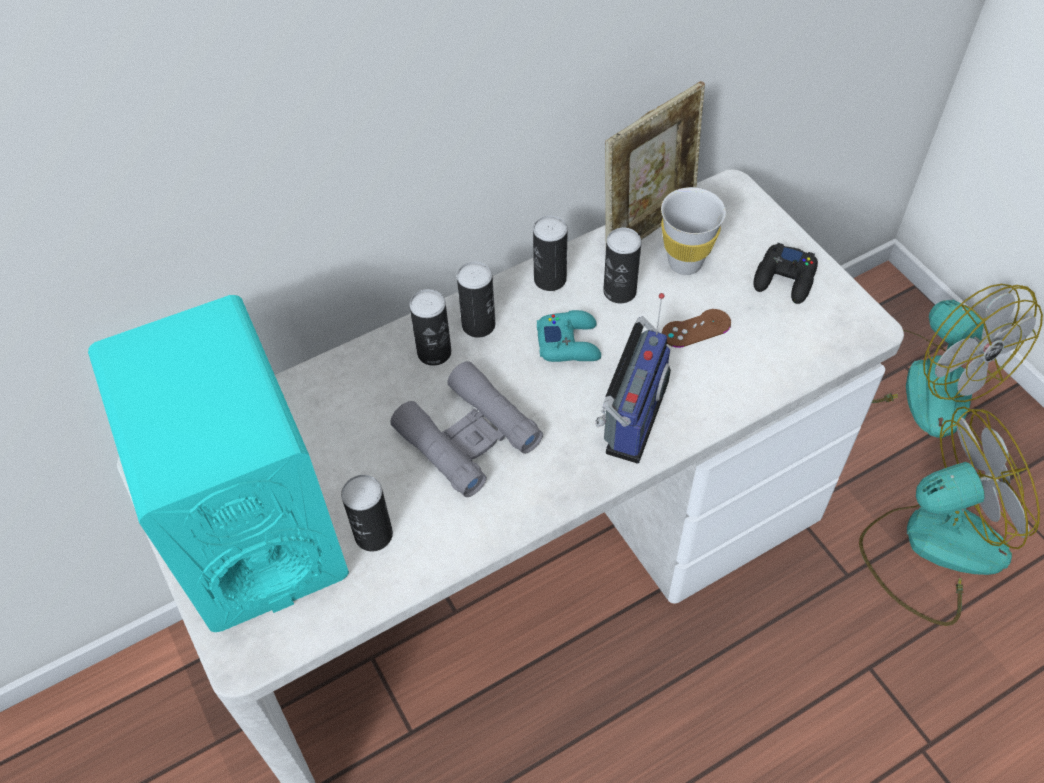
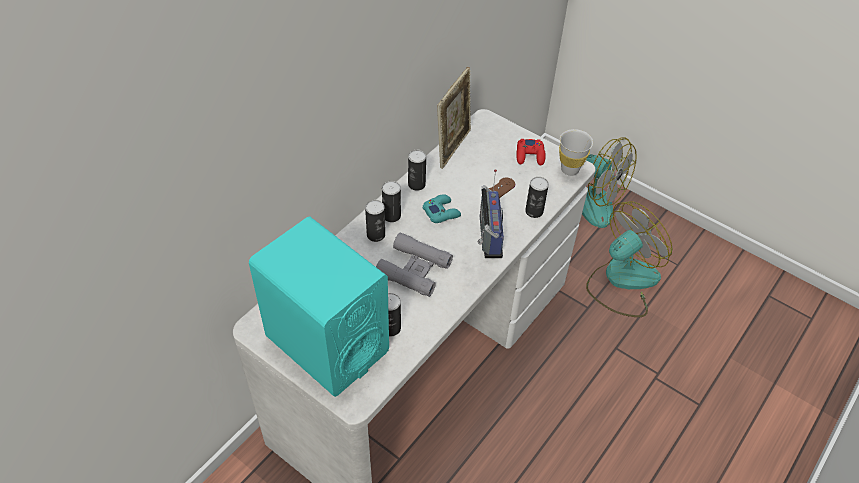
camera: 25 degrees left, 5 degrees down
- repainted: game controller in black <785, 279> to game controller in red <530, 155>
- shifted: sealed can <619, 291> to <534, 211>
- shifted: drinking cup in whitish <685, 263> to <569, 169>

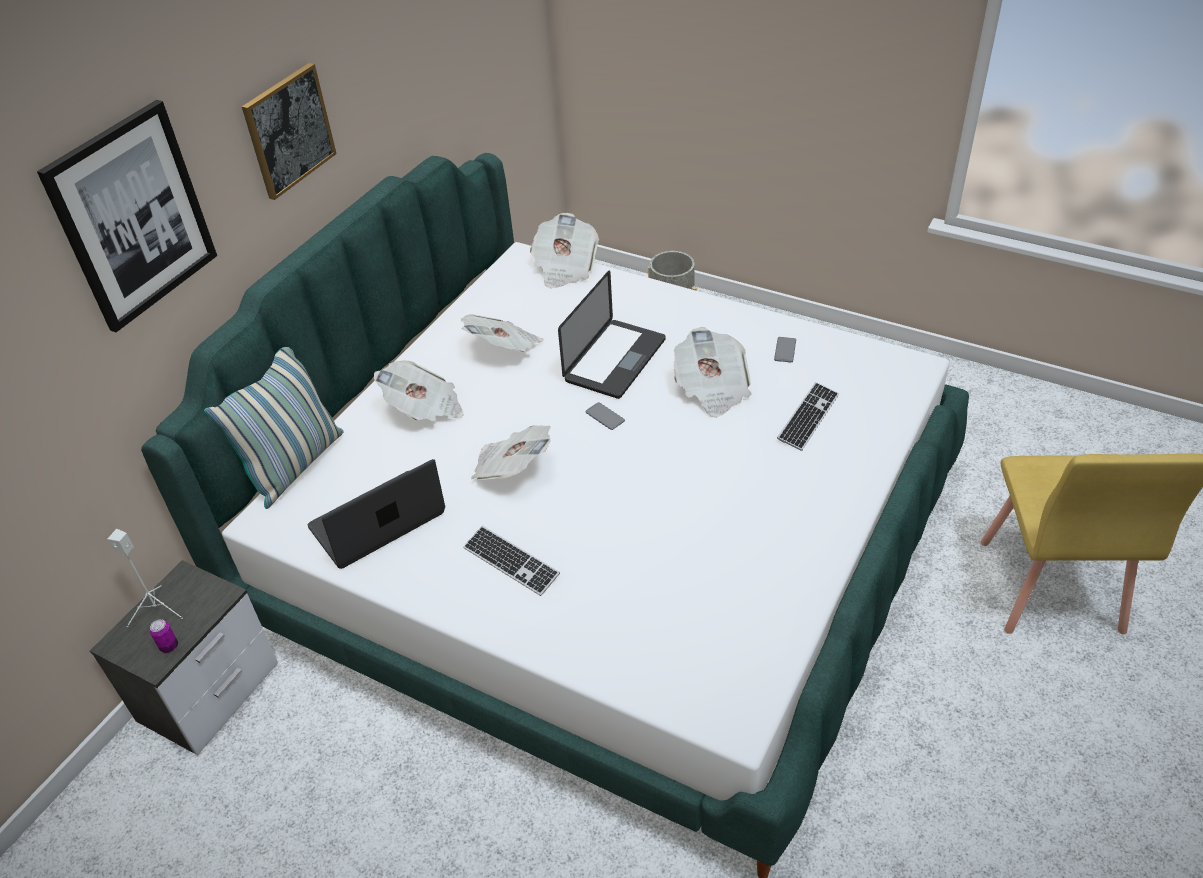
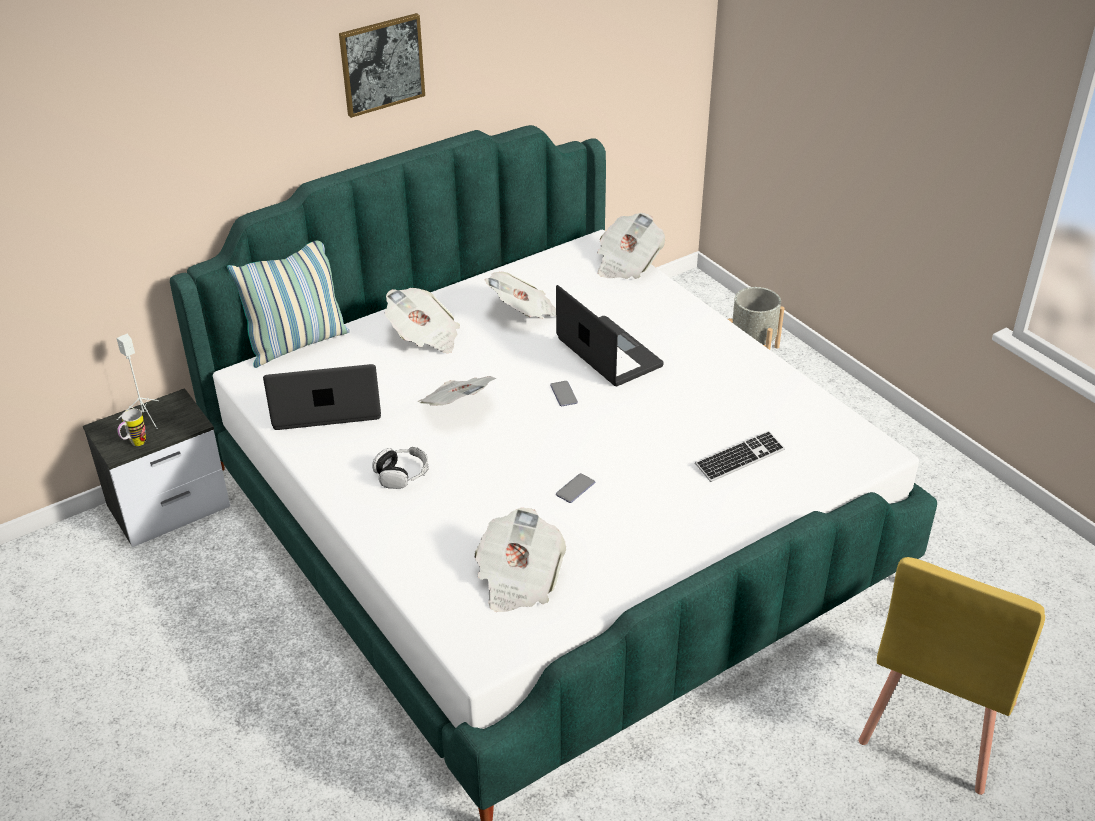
camera: 25 degrees right, 5 degrees down
- swapped: sealed can <169, 646> to mug <135, 444>
- swapped: keyboard <511, 562> to pair of headphones <402, 474>
- shifted: printed paper <712, 389> to <518, 580>
- rotated: portable computer <615, 360> = <609, 353> 90 degrees counterclockwise
- shifted: telephone <785, 350> to <575, 489>
- gone: wall picture <132, 216>

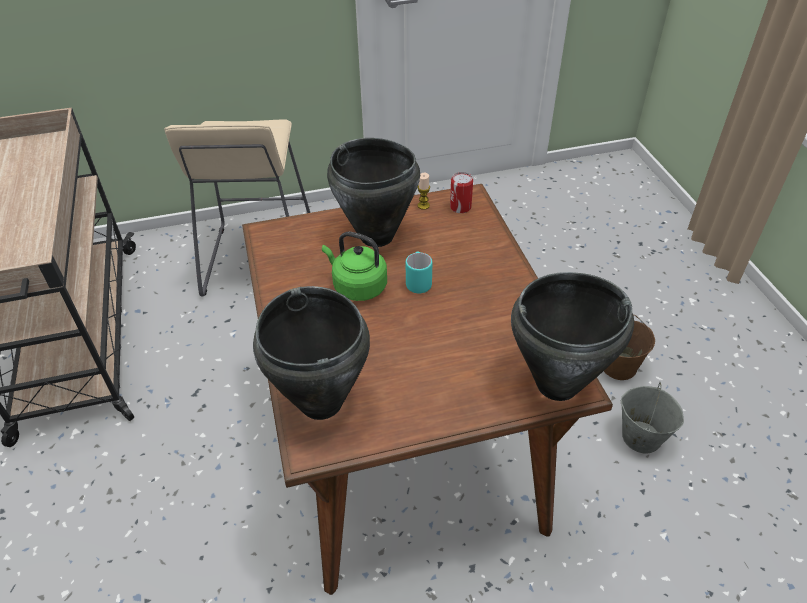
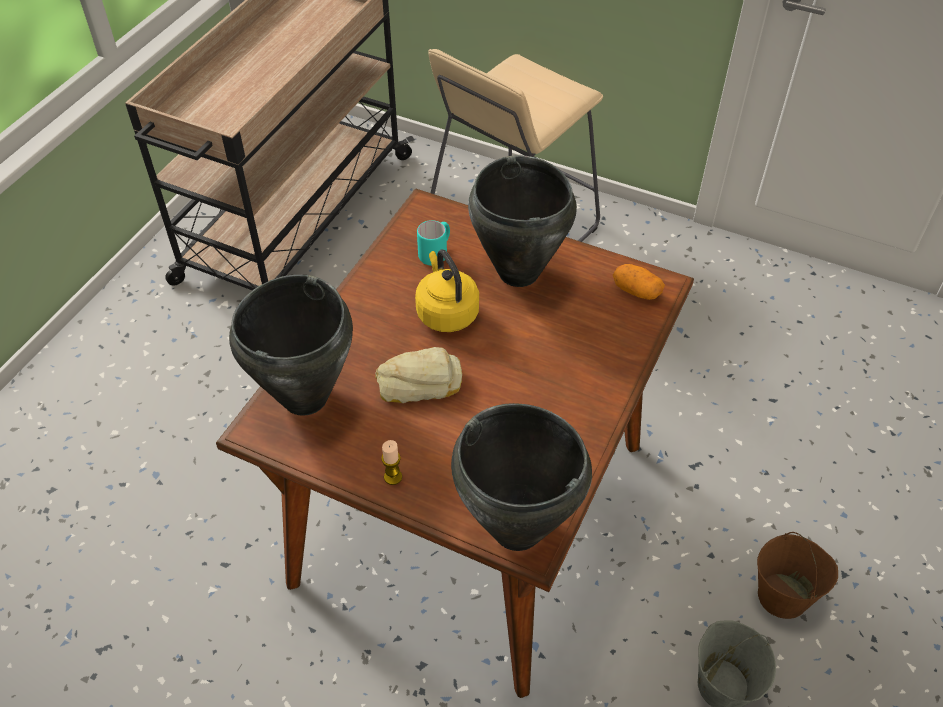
camera: 40 degrees right, 5 degrees up
- new: bakery bread <418, 381>
- shifted: wax light <423, 205> to <393, 477>
- repainted: tea kettle in green <357, 286> to tea kettle in yellowish <446, 312>
- shifted: mug in turquoise-coloured <418, 282> to <436, 254>
- swapped: sealed can <460, 207> to whole potato <636, 291>

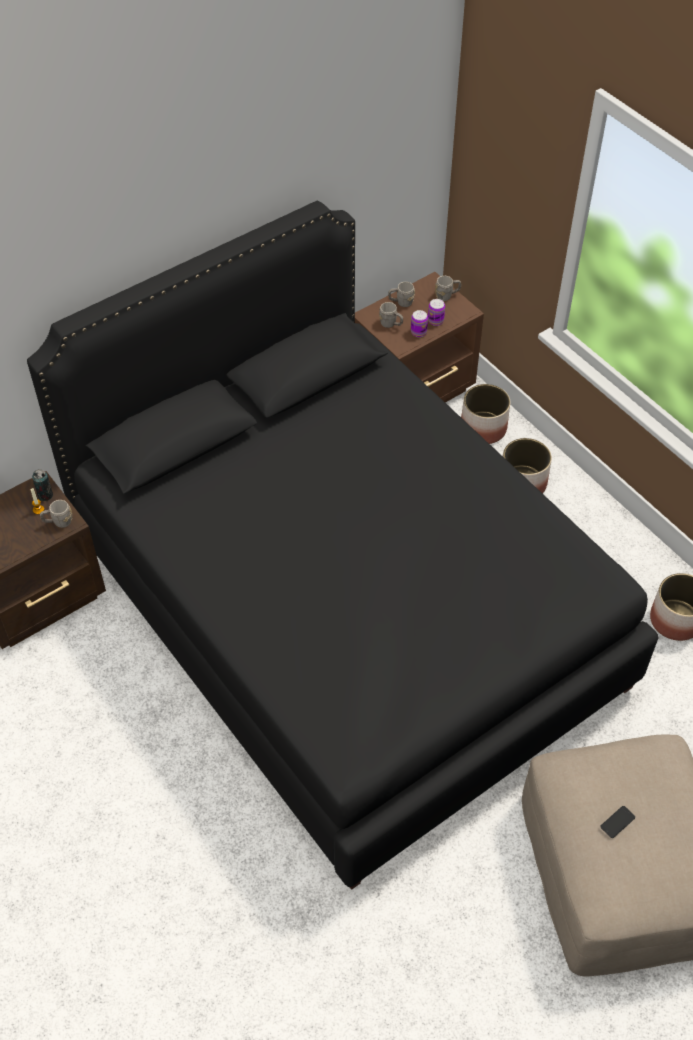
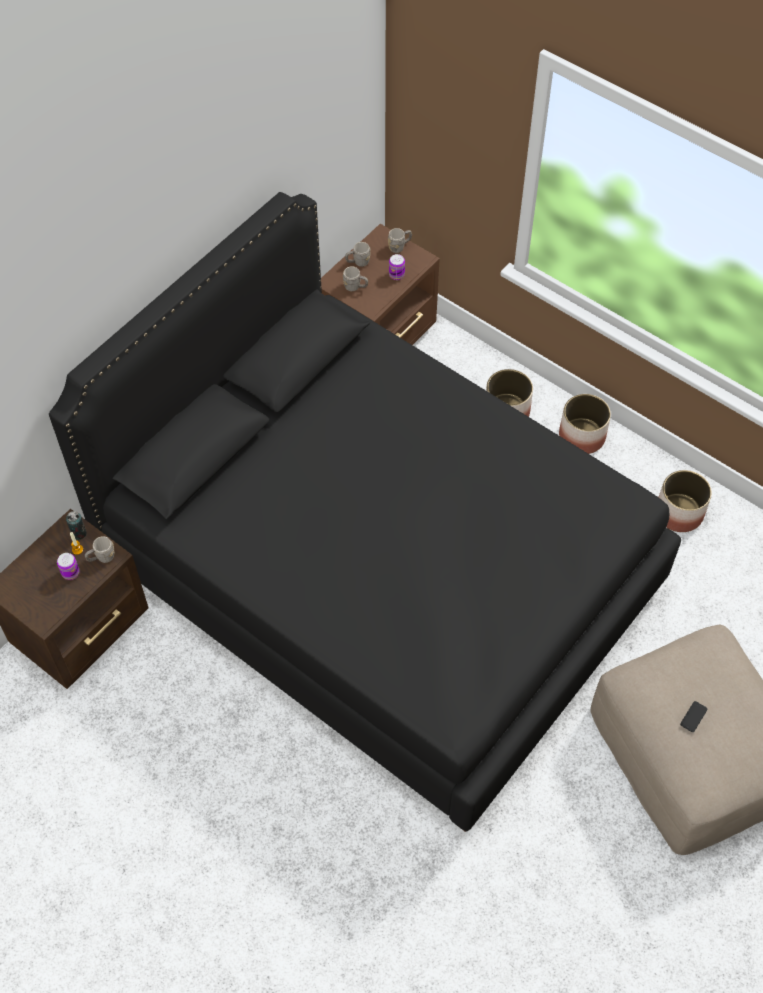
camera: 15 degrees left, 5 degrees up
- shifted: sealed can <418, 332> to <70, 572>
- shifted: planter <483, 428> to <582, 436>

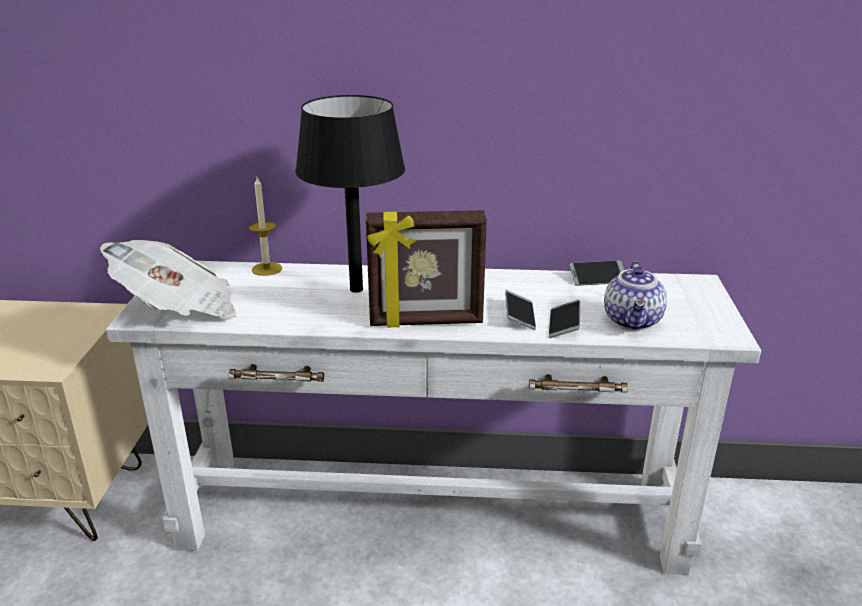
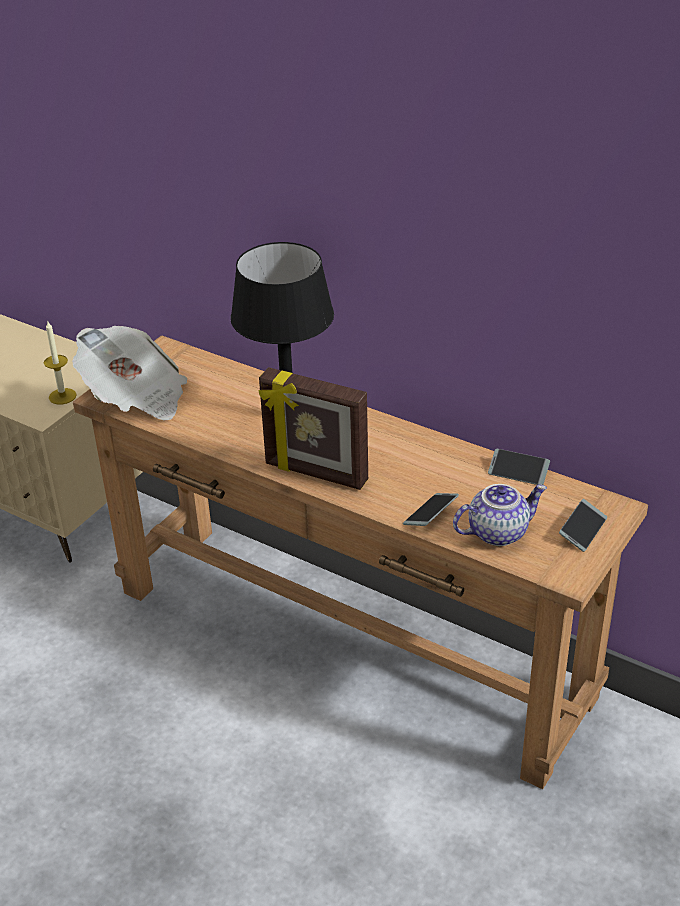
camera: 30 degrees right, 10 degrees up
- shifted: wax light <267, 269> to <62, 396>
- repainted: hall table in whitish <431, 516> to hall table in brownish <349, 643>
- rotated: pot for tea <634, 321> = <498, 532> 150 degrees counterclockwise
- shifted: telephone <519, 315> to <582, 530>

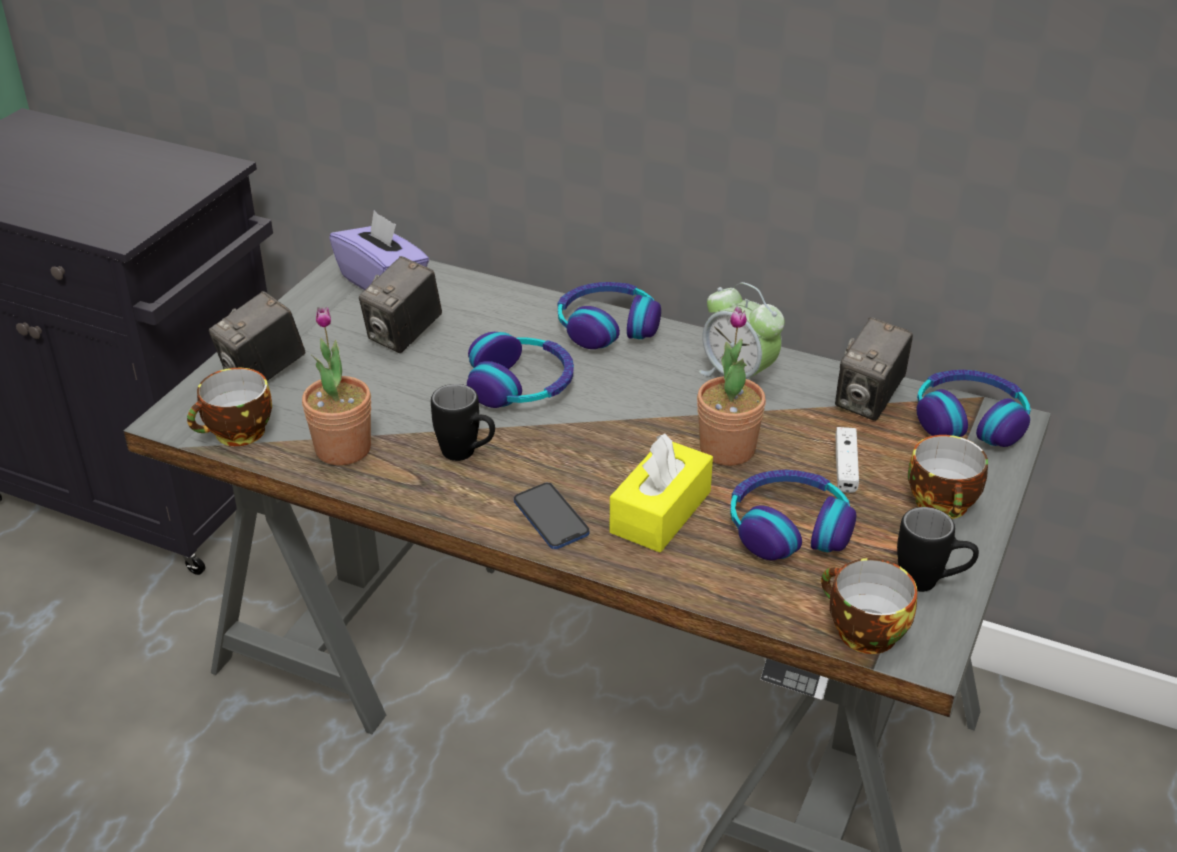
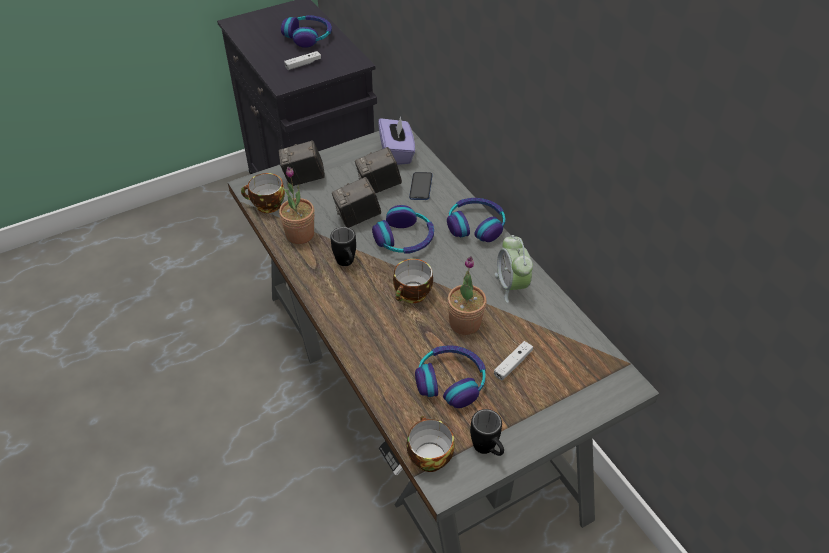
camera: 35 degrees right, 10 degrees up
- shifted: pair of headphones <969, 420> to <308, 36>
- new: game controller in whitish <303, 64>
- shifted: still camera <869, 401> to <357, 218>
- shifted: drinking cup <944, 505> to <412, 295>
- shifted: telephone <551, 518> to <421, 187>
- gone: box of tissues in yellowish <660, 512>

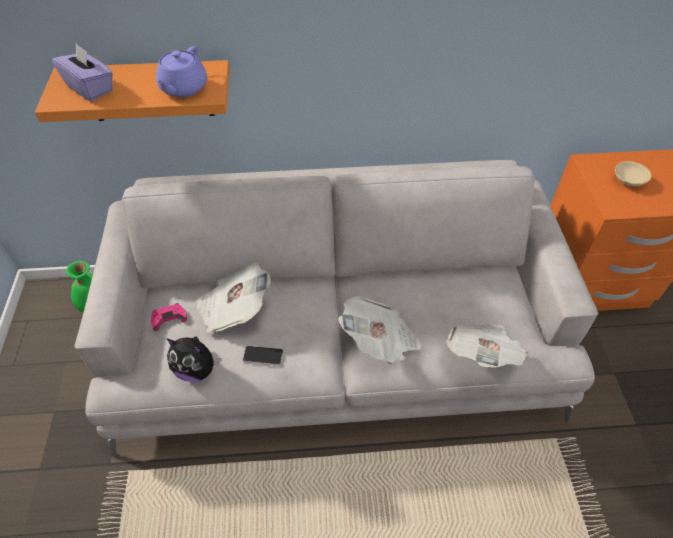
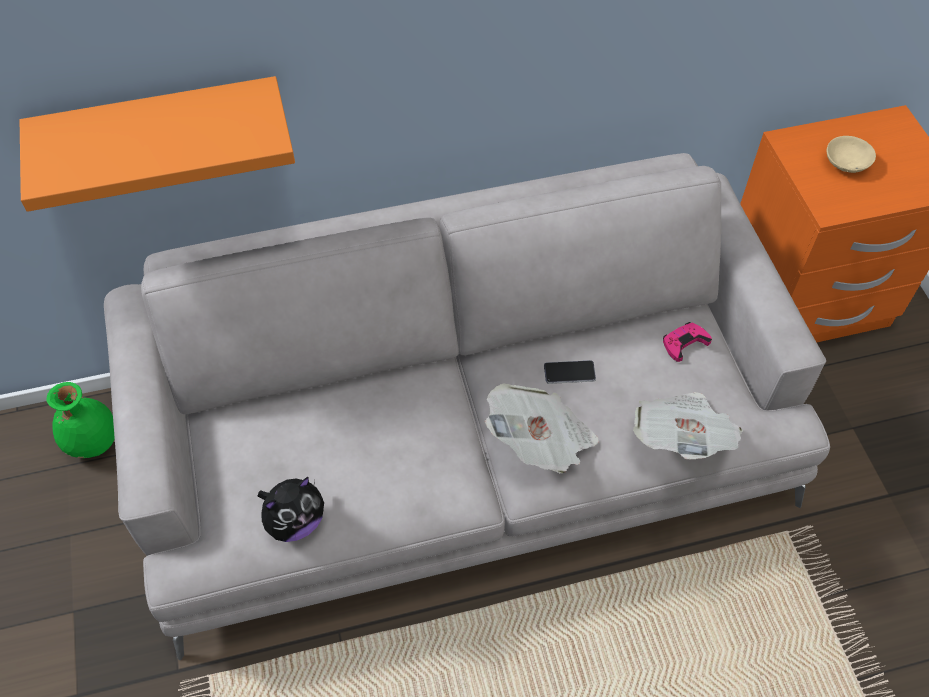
camera: 10 degrees left, 5 degrees up
- rotated: plush toy <196, 370> = <295, 522> 45 degrees counterclockwise
- shifted: telephone <263, 356> to <569, 372>
- shifted: game controller in pink-coloured <168, 318> to <684, 343>
- gone: box of tissues in purplish <90, 88>
- gone: pot for tea in purplish <183, 88>
- gone: printed paper <234, 309>

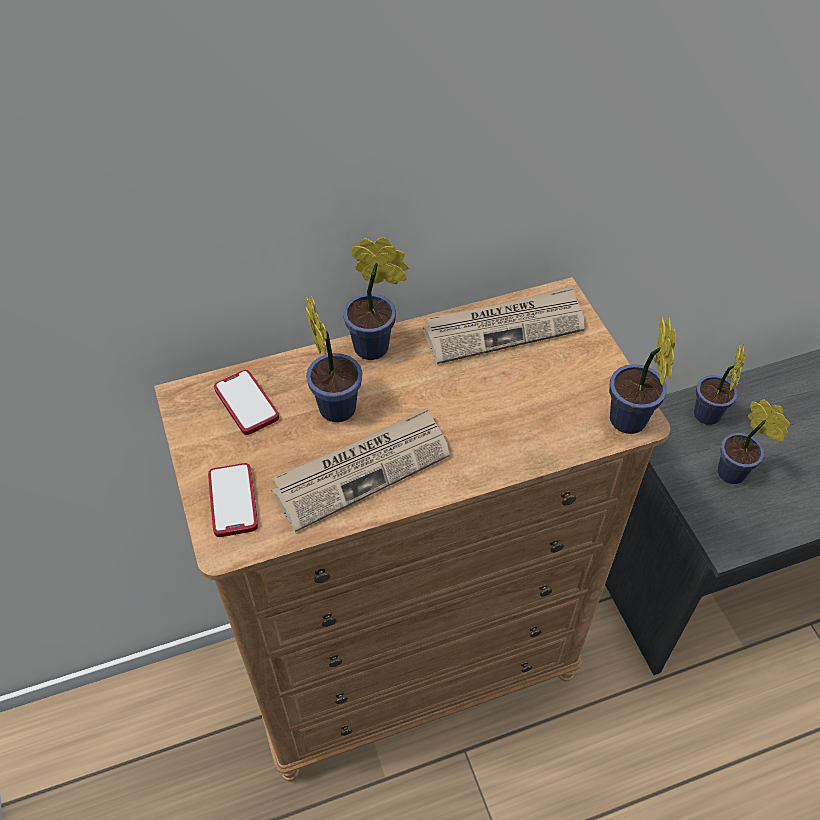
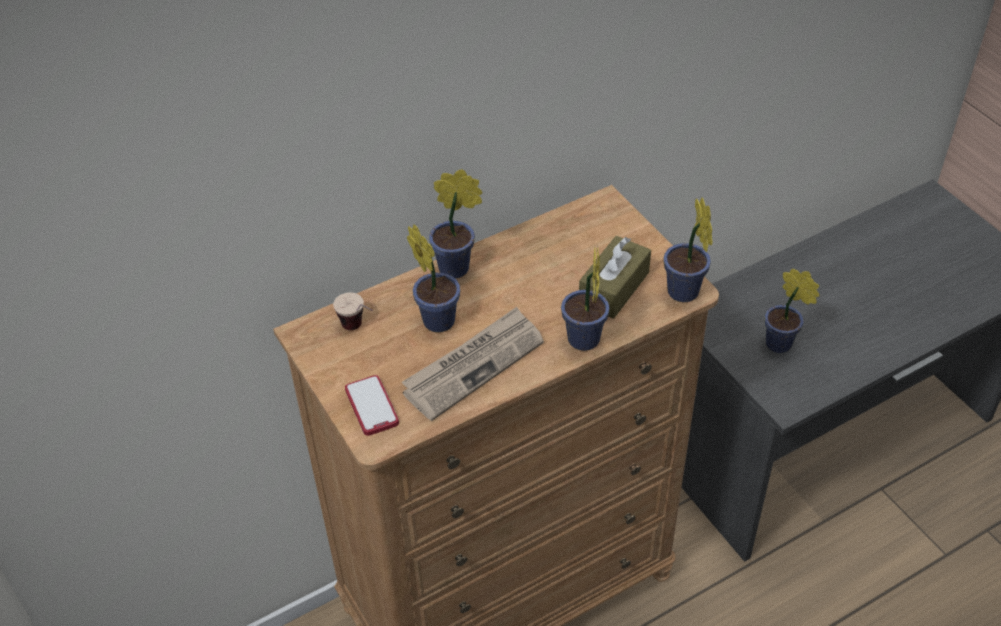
camera: 10 degrees left, 5 degrees down
- swapped: telephone <246, 403> to drinking cup <359, 330>
- shifted: potted plant <706, 417> to <583, 342>
- new: box of tissues in brownish <614, 288>
- gone: printed paper <504, 328>

